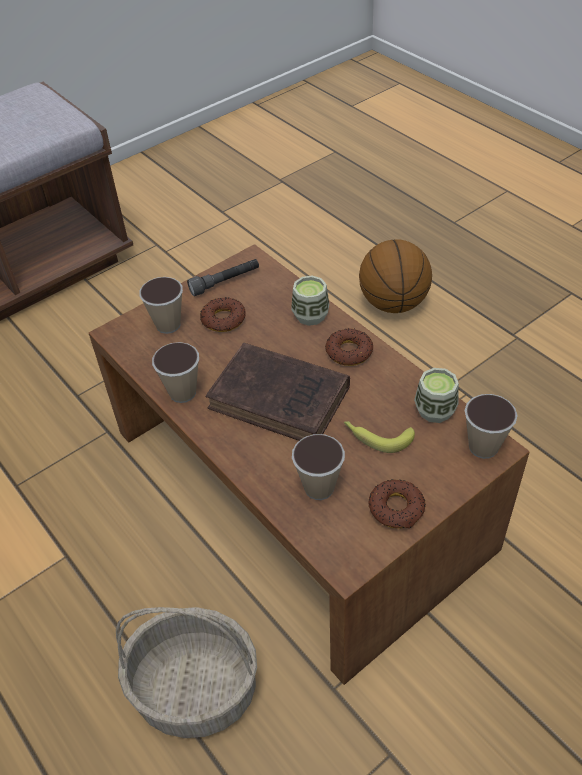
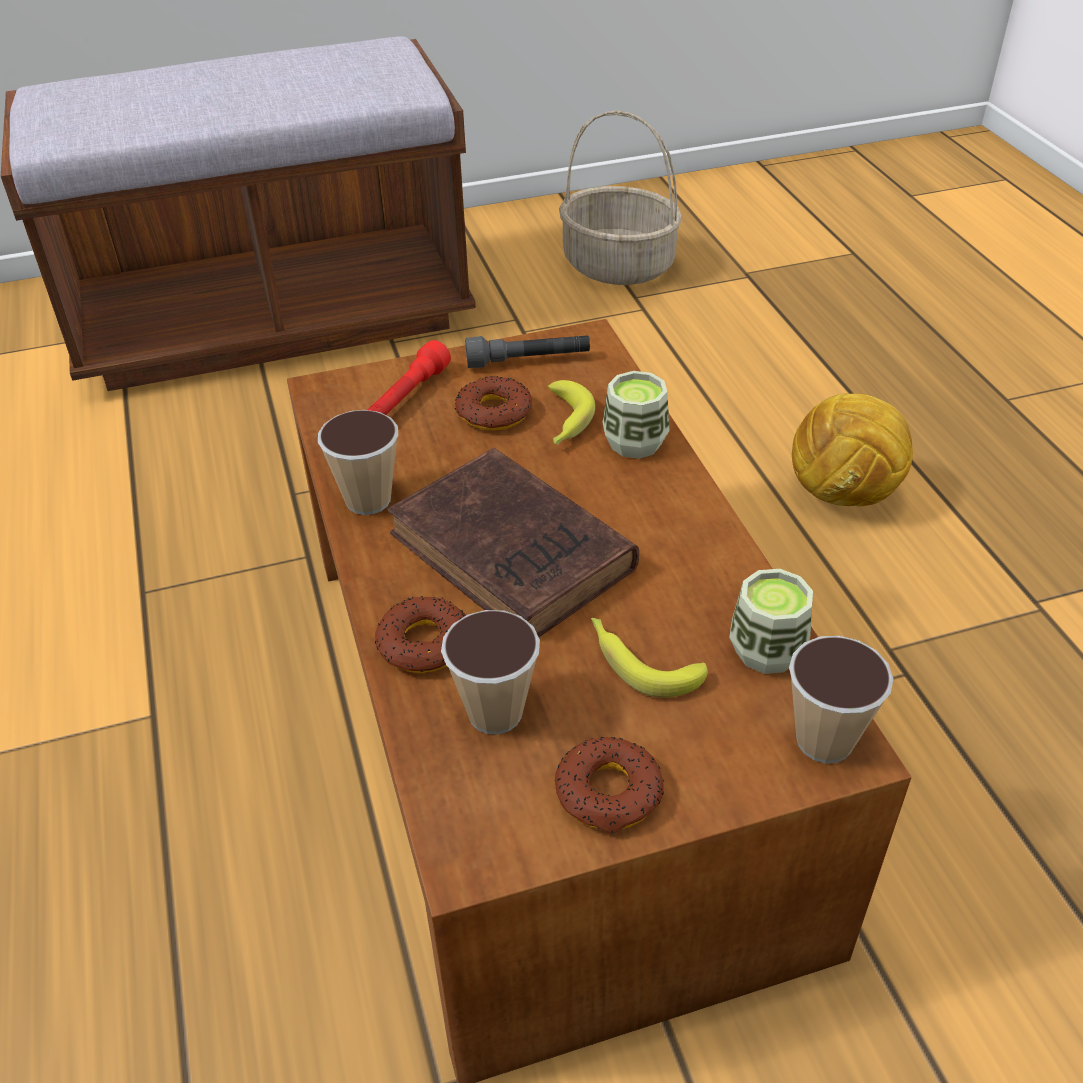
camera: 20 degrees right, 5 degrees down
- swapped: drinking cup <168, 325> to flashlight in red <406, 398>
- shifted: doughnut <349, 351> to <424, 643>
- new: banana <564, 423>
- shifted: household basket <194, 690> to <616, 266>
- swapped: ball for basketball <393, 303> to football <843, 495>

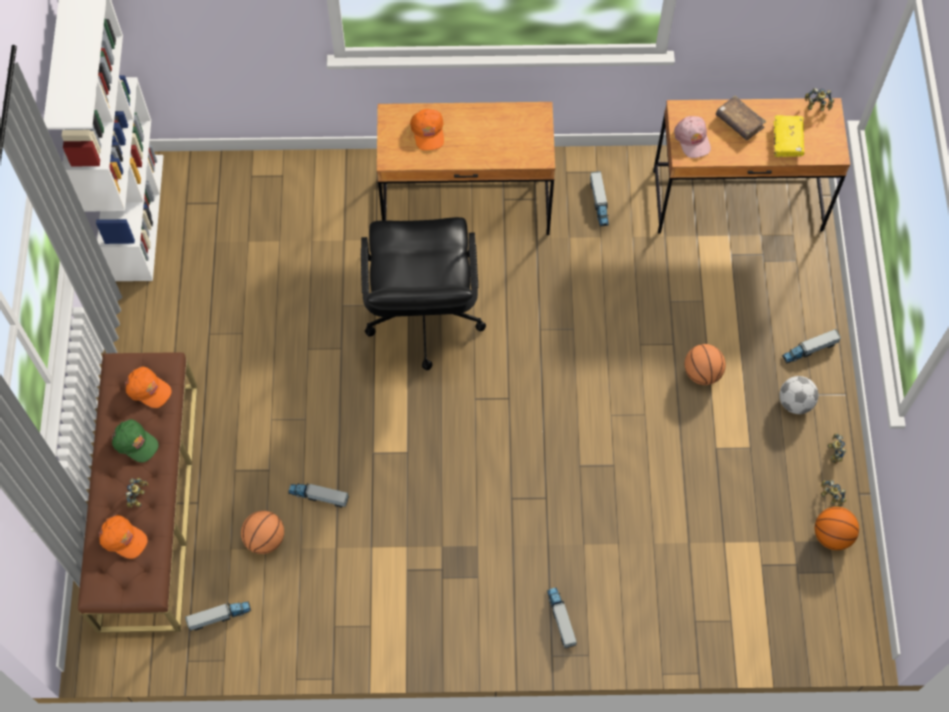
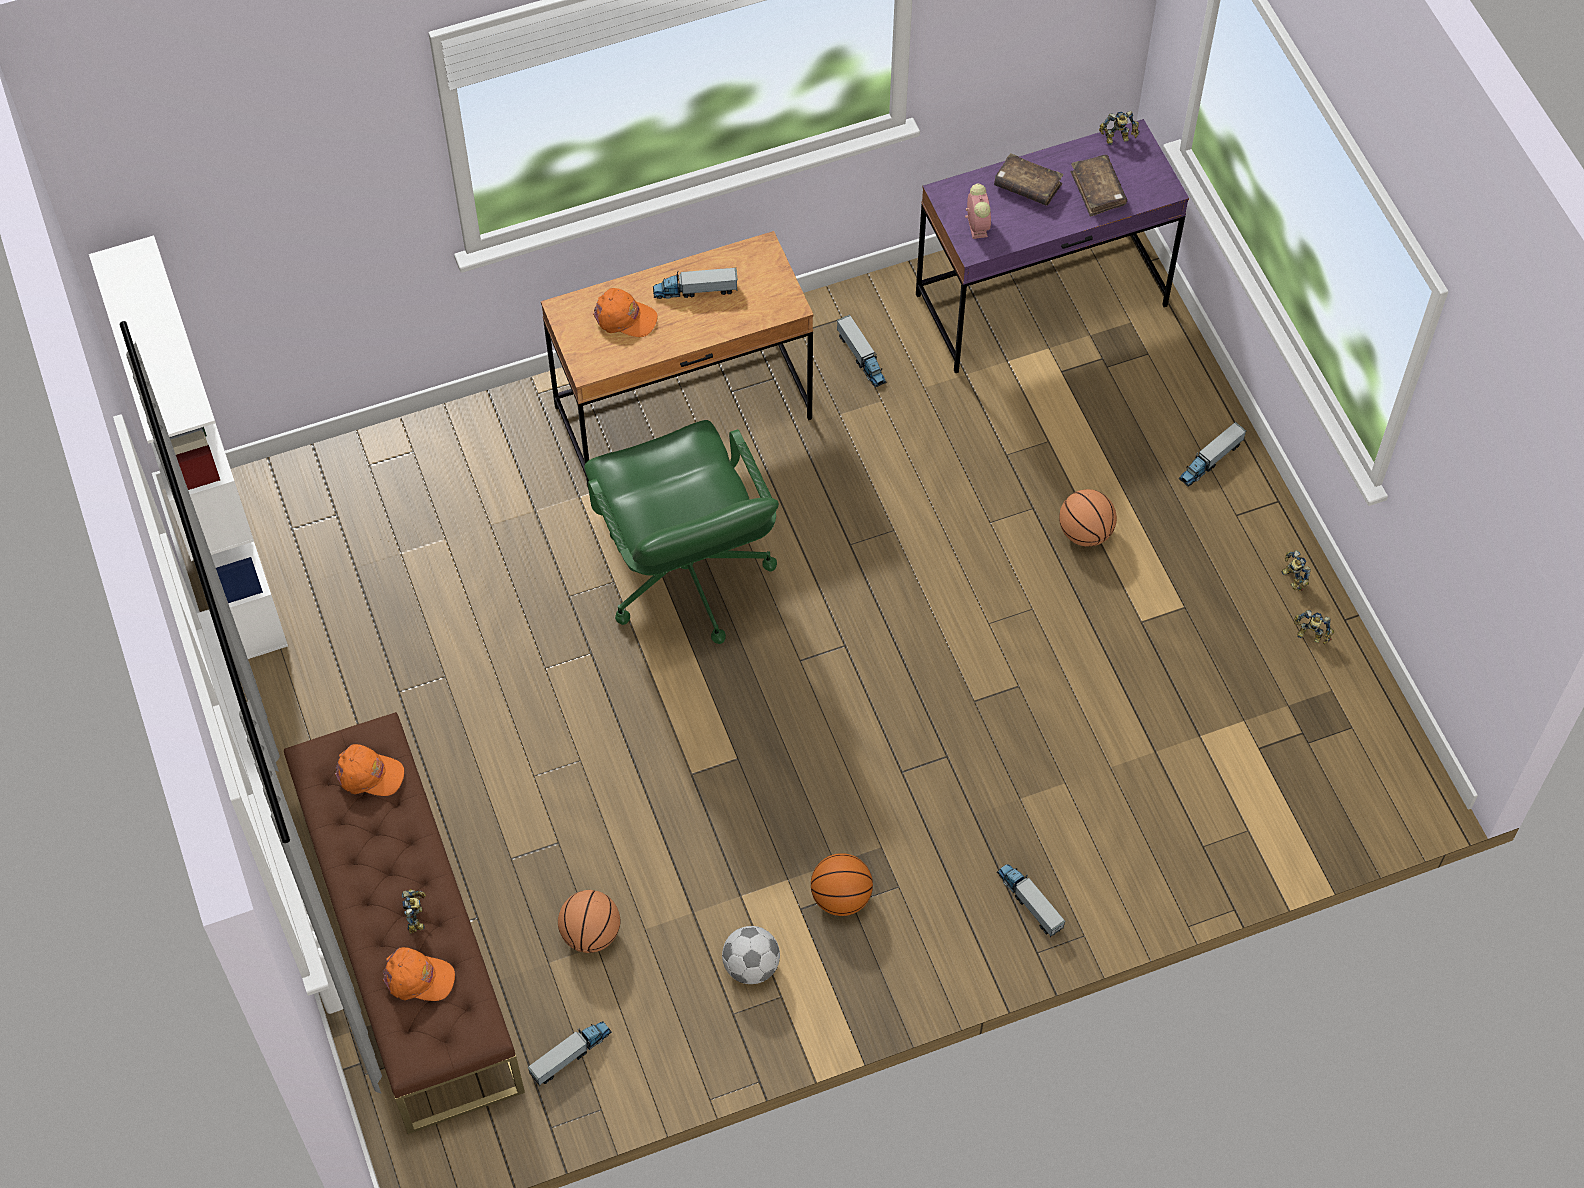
camera: 20 degrees left, 5 degrees down
- repainted: computer chair in black <423, 317> to computer chair in green <686, 577>
- rotated: cap in orangey <428, 132> = <625, 317> 45 degrees counterclockwise
- shifted: model truck <318, 496> to <695, 290>
- shifted: football <795, 403> to <751, 966>
- shifted: ball for basketball <832, 535> to <841, 897>
- repainted: desk unit in brownish <737, 201> to desk unit in purplish <1041, 301>
- swapped: cap in pink-coloured <692, 139> to alarm clock <976, 225>
- repainted: bound book in yellowish <787, 140> to bound book in brownish <1098, 190>
- gone: cap in green <135, 442>

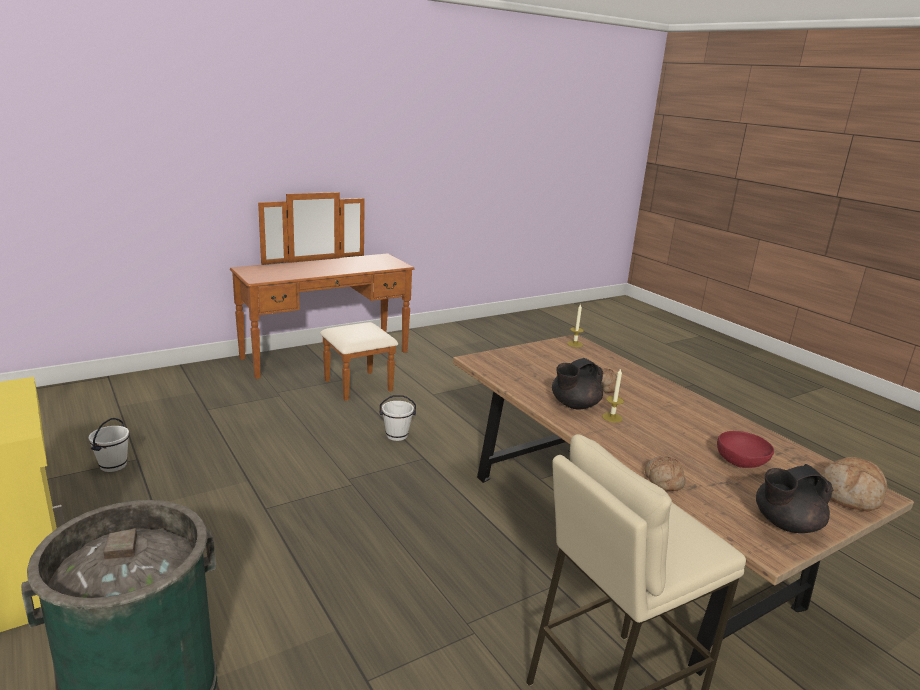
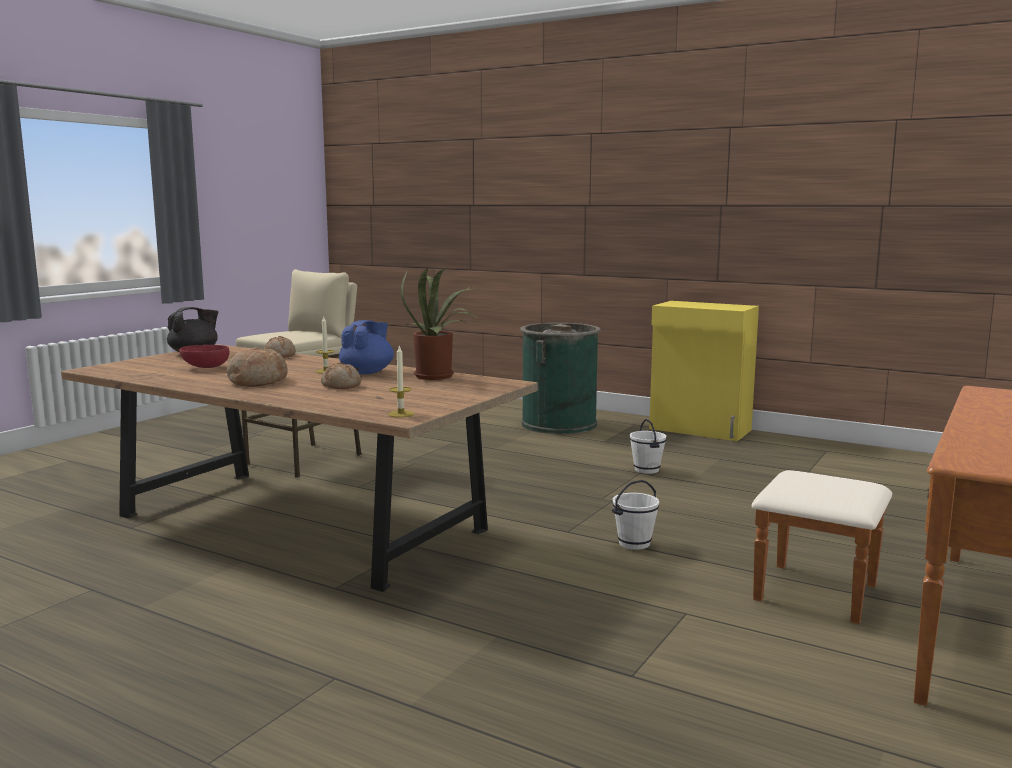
camera: 155 degrees right, 10 degrees down
- shifted: bakery bread <849, 495> to <257, 381>
- repainted: pot for tea in black <574, 405> to pot for tea in blue <367, 372>
- new: potted plant <438, 376>
- shifted: bucket in whitish <113, 465> to <647, 470>

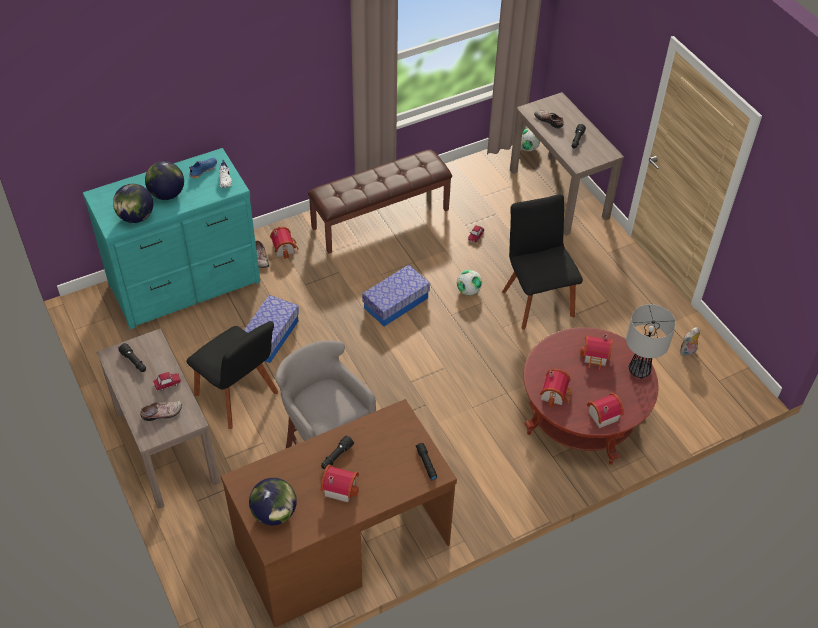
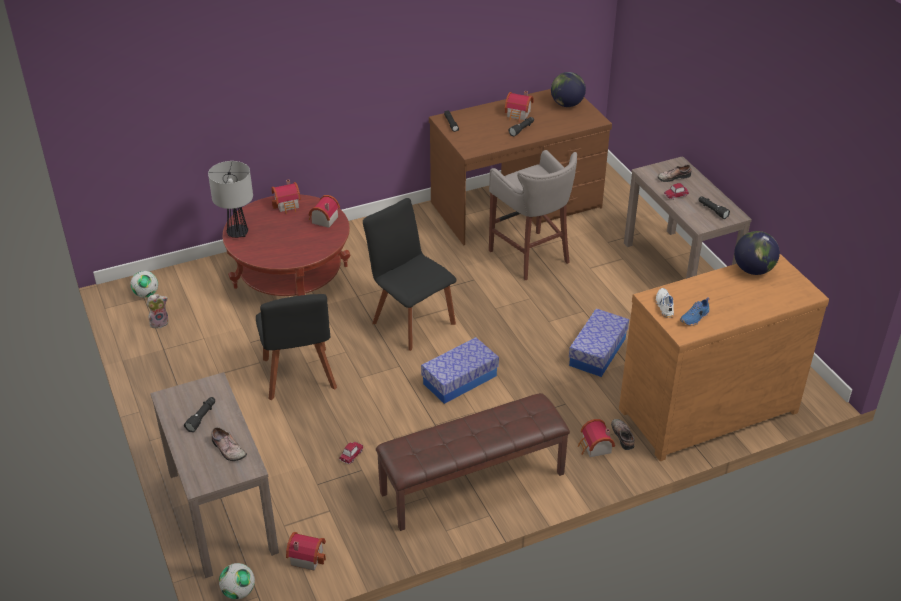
camera: 175 degrees left, 10 degrees down
- shifted: football <468, 291> to <146, 294>
- shifted: toy house <596, 357> to <307, 556>
- shifted: upright chair in black <239, 396> to <411, 321>
- repainted: drawer chest in turquoise-coloured <186, 284> to drawer chest in brownish <705, 408>
- gone: globe <167, 194>

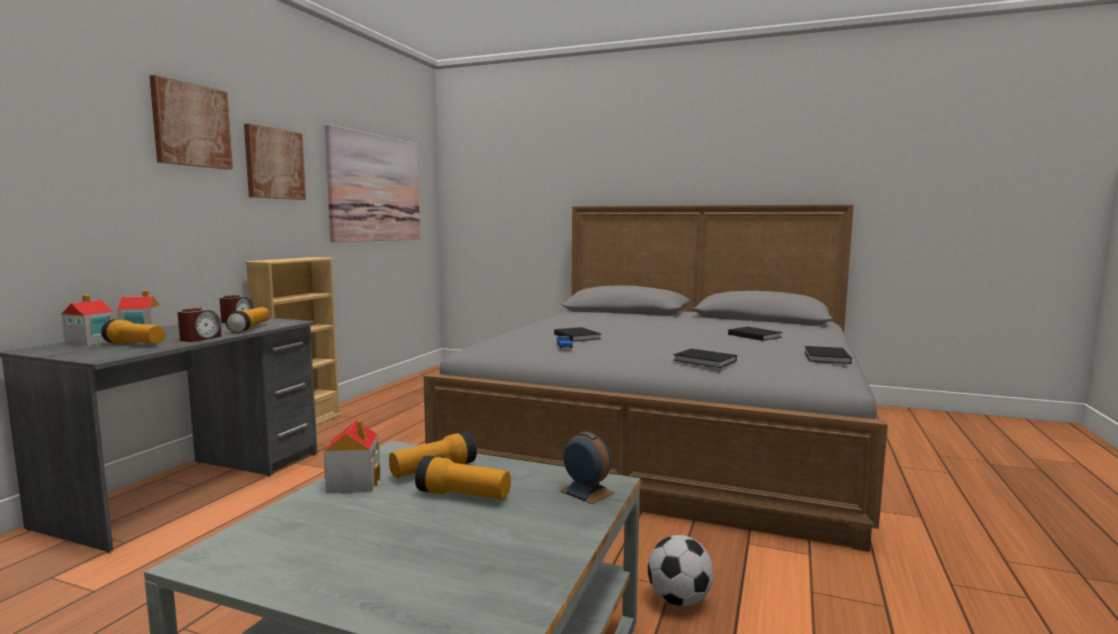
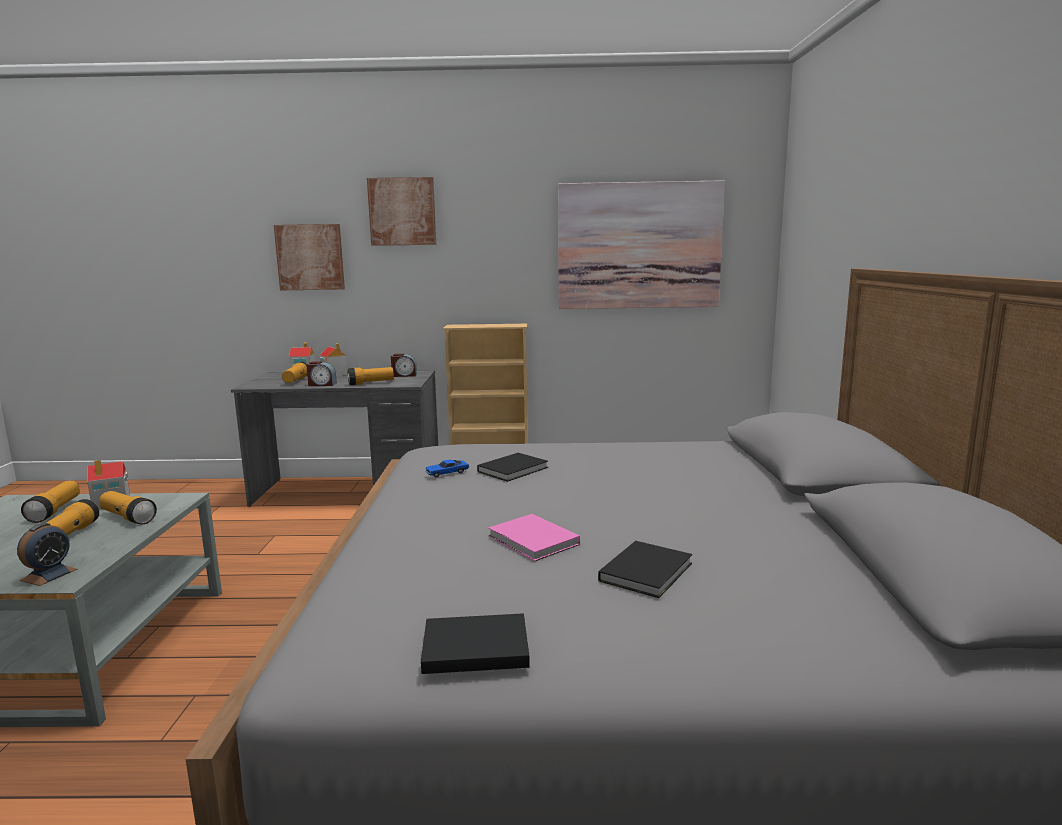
camera: 70 degrees right, 5 degrees up
- new: flashlight <55, 511>
- shifted: wall picture <274, 164> to <310, 257>
- new: bound book in pink-coloured <533, 541>
- gone: football <678, 600>
- gone: bound book in black <705, 361>

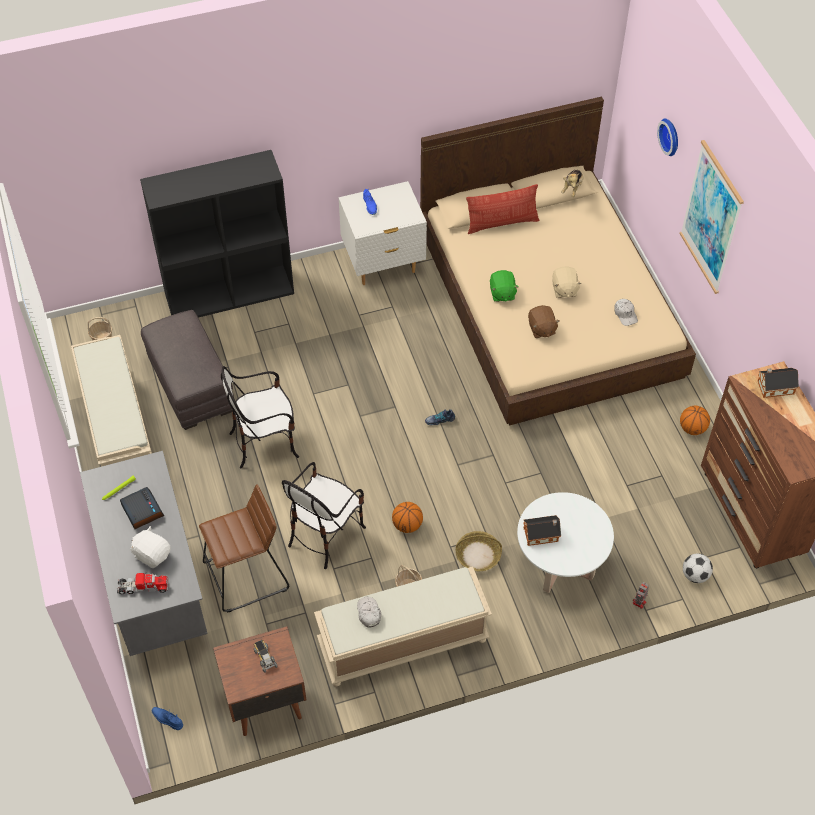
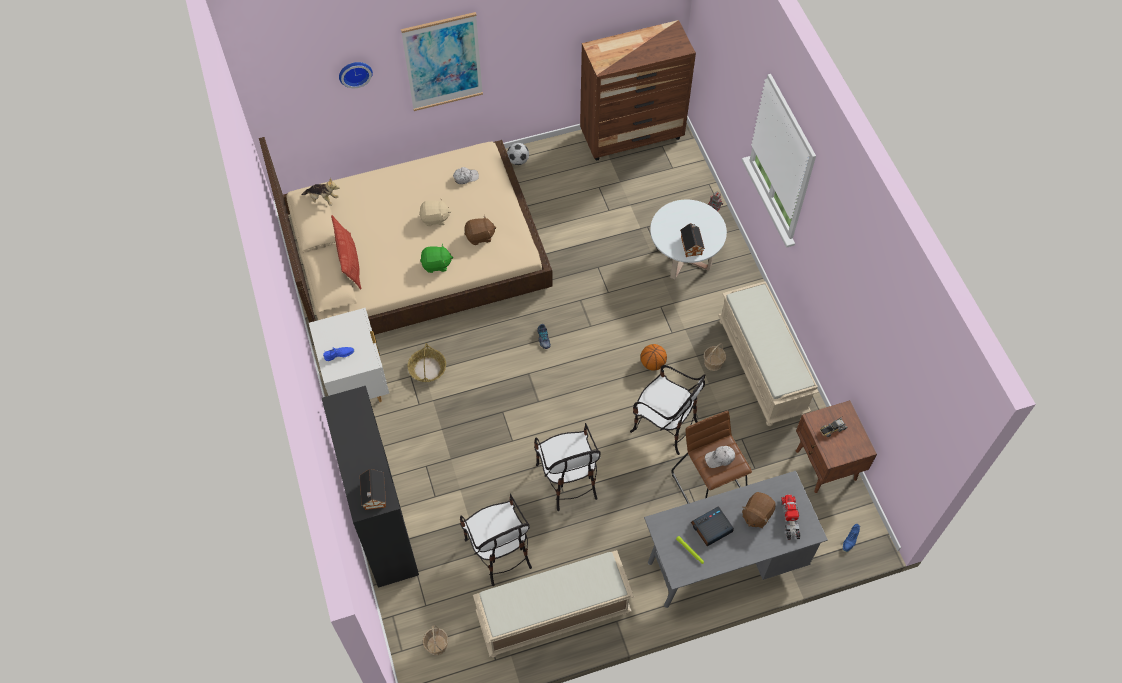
camera: 90 degrees left, 5 degrees up
- shifted: toy house <774, 387> to <374, 495>
- shifted: household basket <477, 555> to <427, 369>
- swapped: ottoman in grey <190, 385> to upright chair <499, 551>
- shifted: football <695, 575> to <518, 161>
- shifted: cap in whitish <369, 613> to <720, 458>
- repainted: plush toy in whitish <152, 554> to plush toy in brownish <756, 514>
- gone: ball for basketball <692, 428>

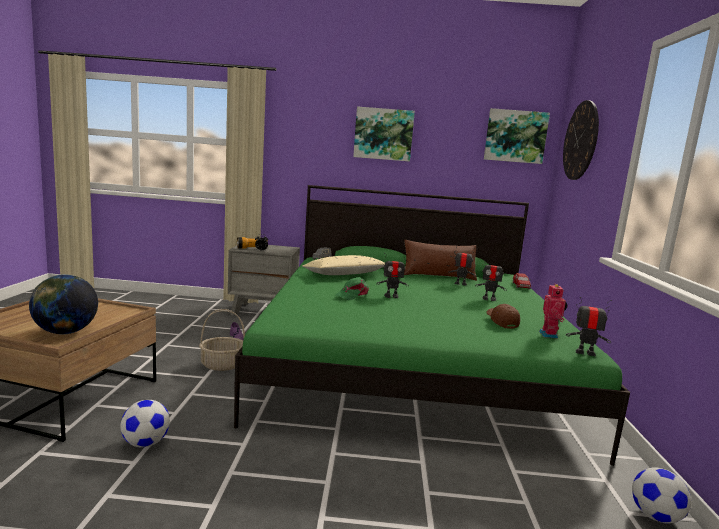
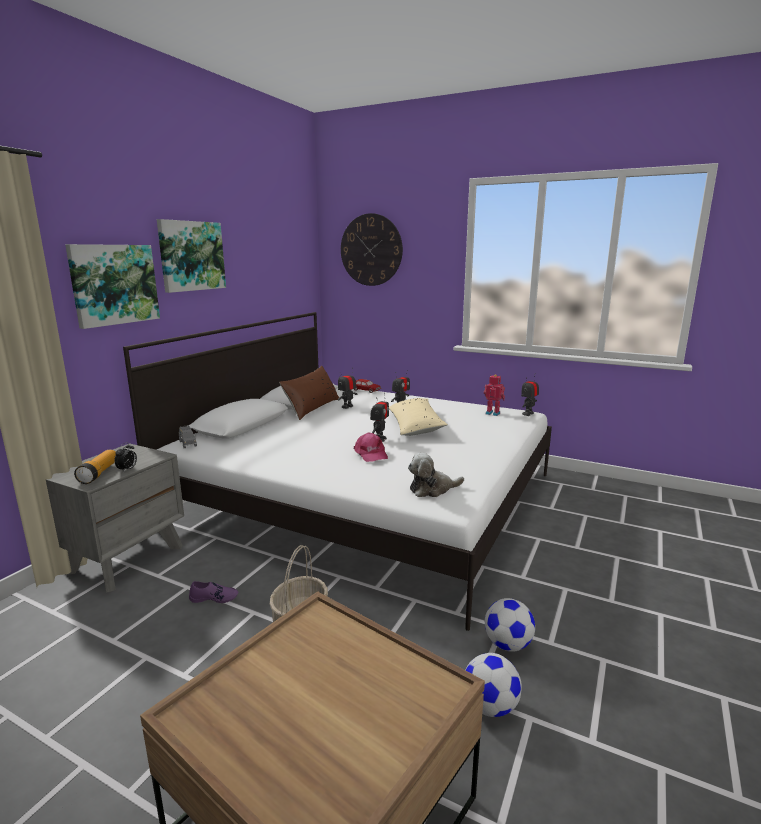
camera: 65 degrees left, 5 degrees up
- shifted: wall picture <515, 136> to <114, 284>
- repainted: bed in green <411, 362> to bed in whitish <367, 498>
- repainted: cap in green <352, 295> to cap in pink-coloured <370, 454>
- shifted: cushion in beige-coloured <344, 274> to <415, 425>
- new: plush toy <432, 489>
- shifted: football <655, 516> to <508, 644>
- gone: globe <65, 332>
- gone: cap in brownish <501, 322>

